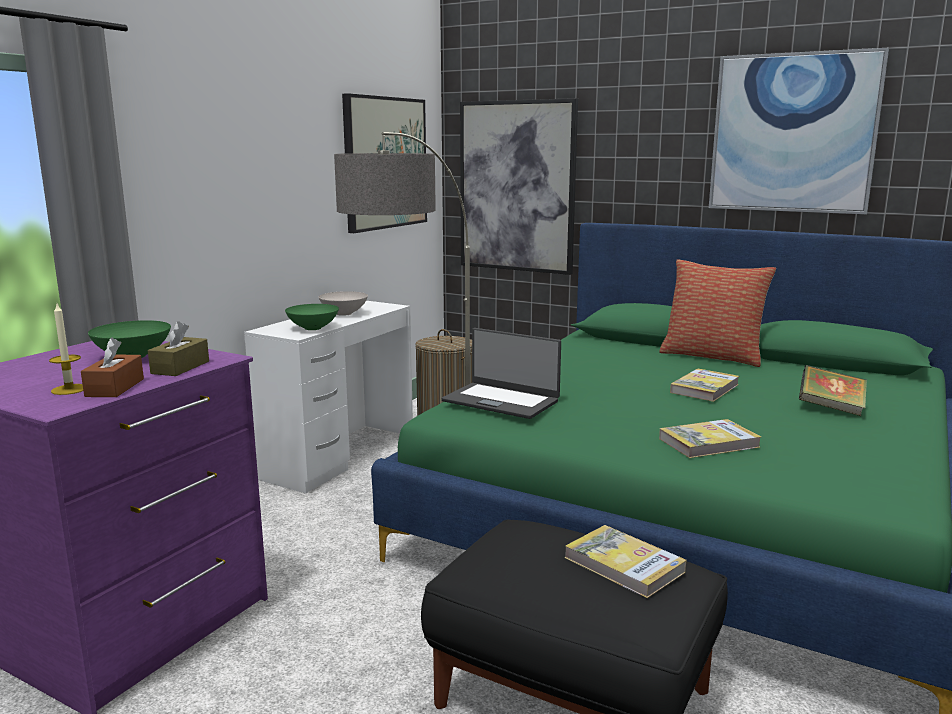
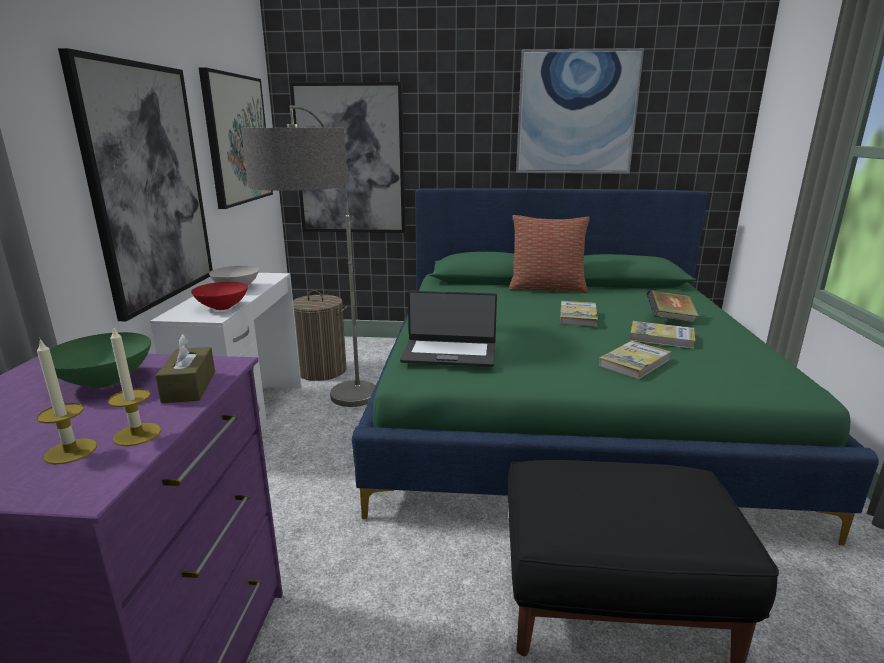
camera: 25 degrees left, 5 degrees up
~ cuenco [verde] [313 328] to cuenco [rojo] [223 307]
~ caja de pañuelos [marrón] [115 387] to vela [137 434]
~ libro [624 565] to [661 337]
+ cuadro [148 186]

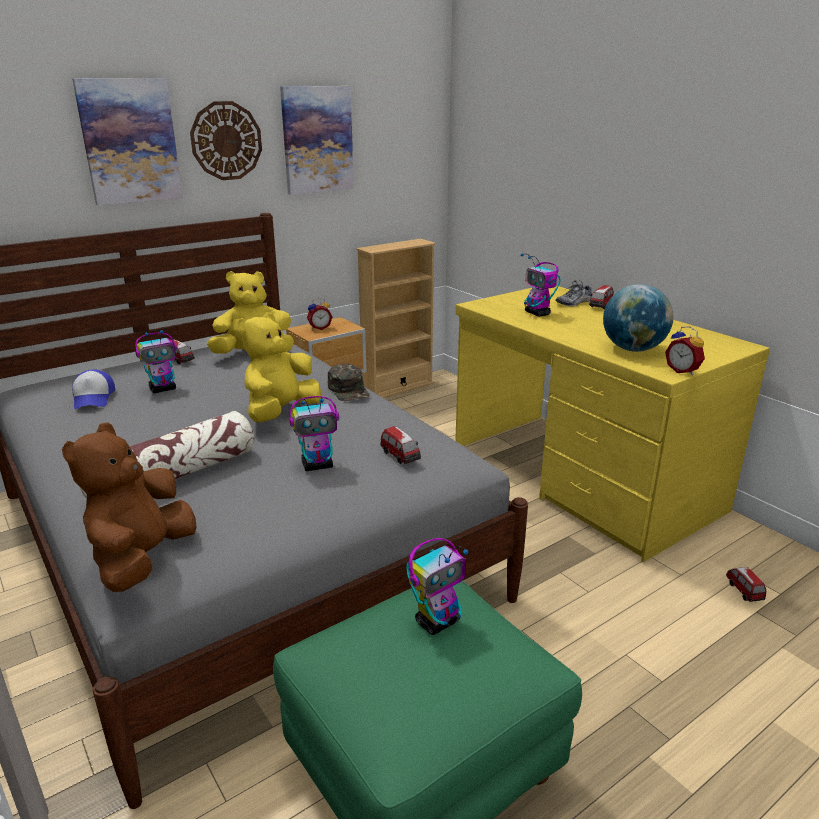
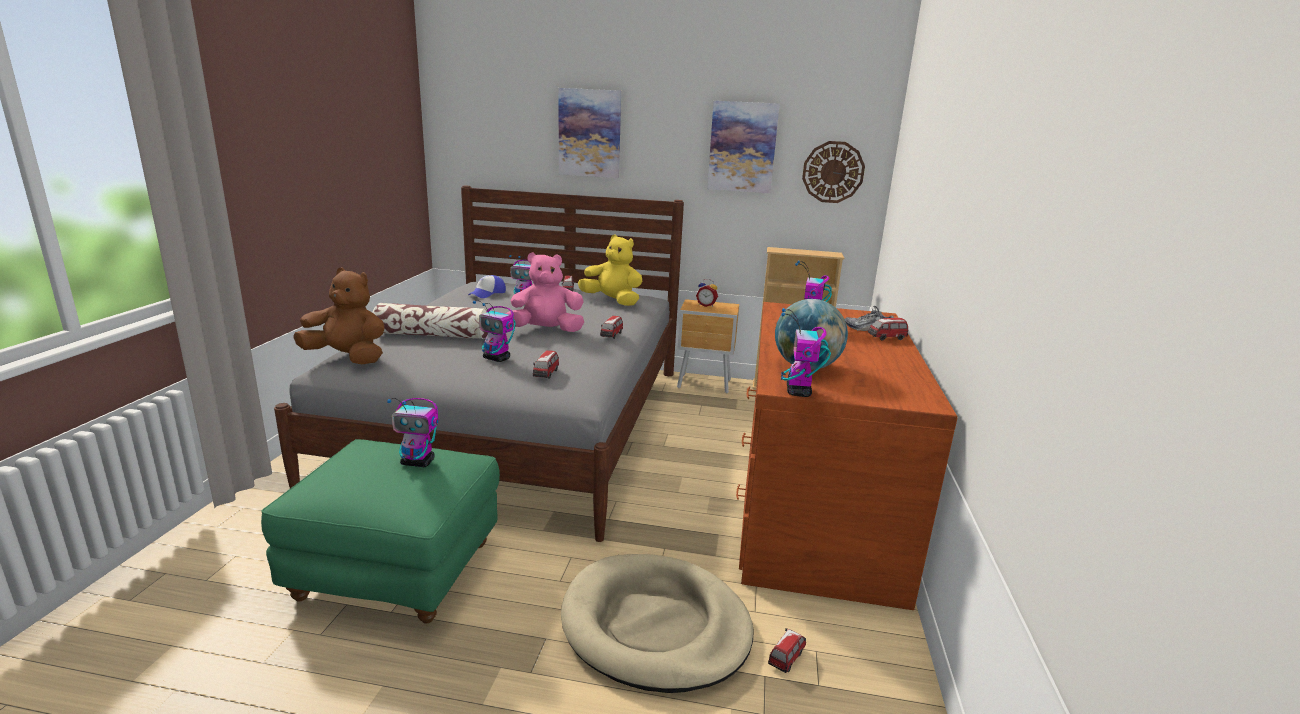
camera: 45 degrees right, 5 degrees down
~ reloj de pared [226 141] to [833 172]
~ escritorio [amarillo] [581 477] to escritorio [marrón] [814 509]
~ peluche [amarillo] [281 412] to peluche [rosa] [546 330]
~ despertador [683 371] to robot de juguete [798 392]
~ gorra [verde] [349 390] to coche de juguete [611 335]
~ peluche [marrón] [142 560] = [347 358] 45 degrees clockwise
+ cama para perro [beis] [655 626]

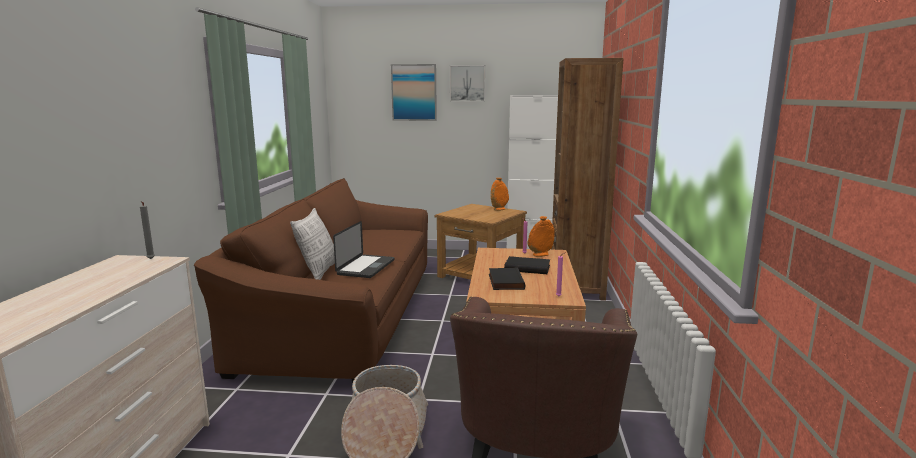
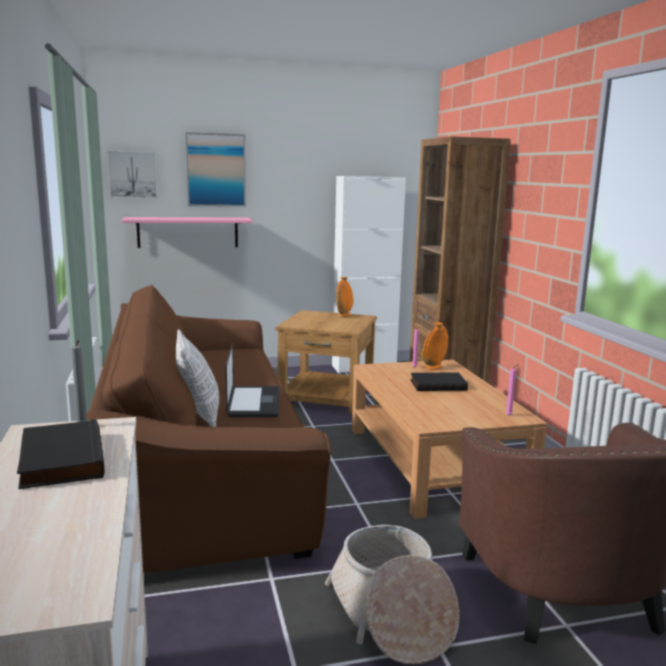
camera: 20 degrees left, 0 degrees up
~ cuadro [467 83] to [132 175]
~ libro [negro] [504 281] to [59 459]
+ estante [rosa] [188 232]

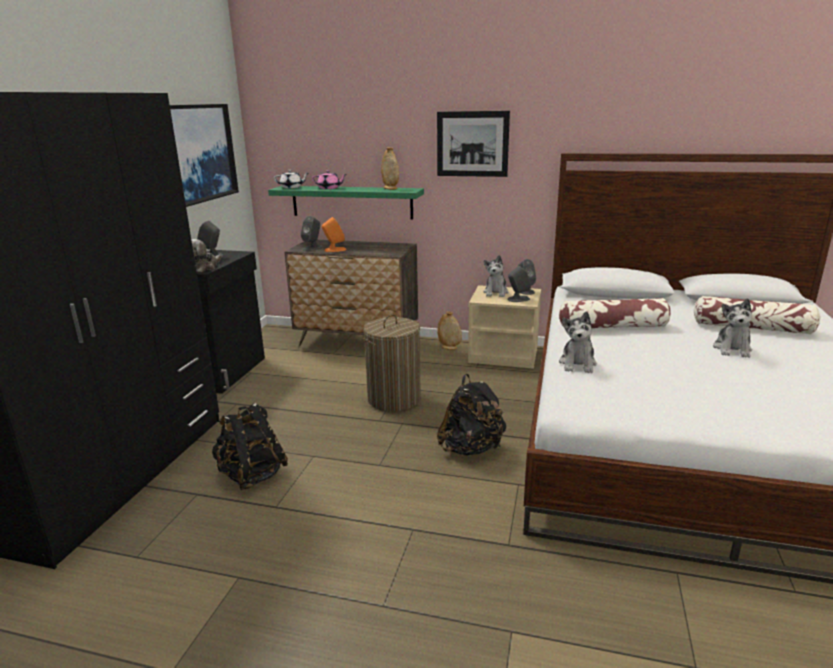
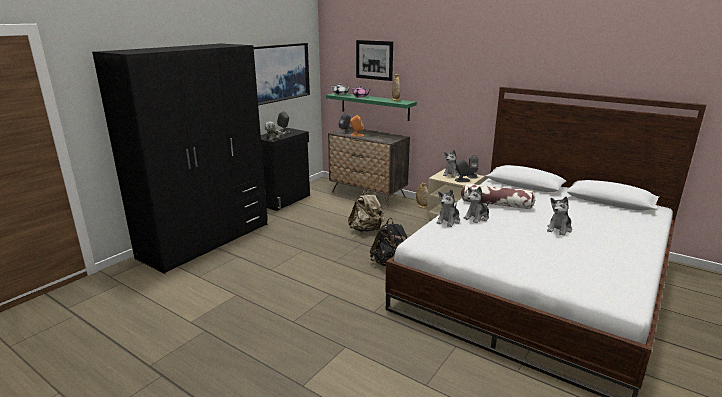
camera: 20 degrees right, 0 degrees up
~ cuadro [472 144] to [374 60]
- cojín [752 328]
~ cesto de la ropa [394 399] to mochila [beis] [366 230]
- mochila [negro] [252 475]
+ peluche [477 218]

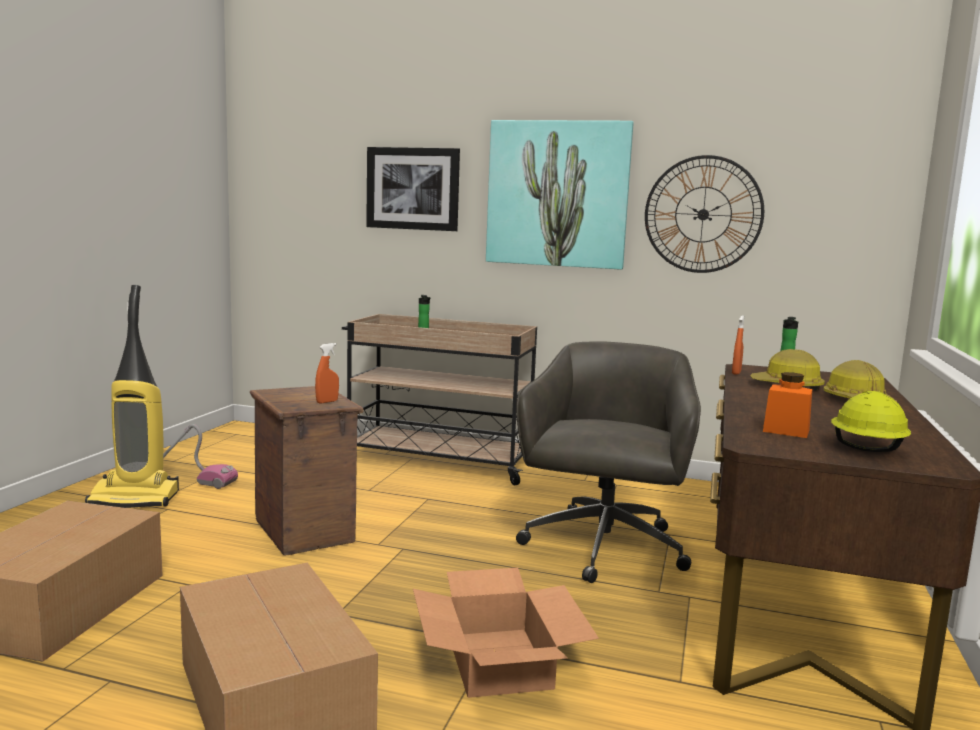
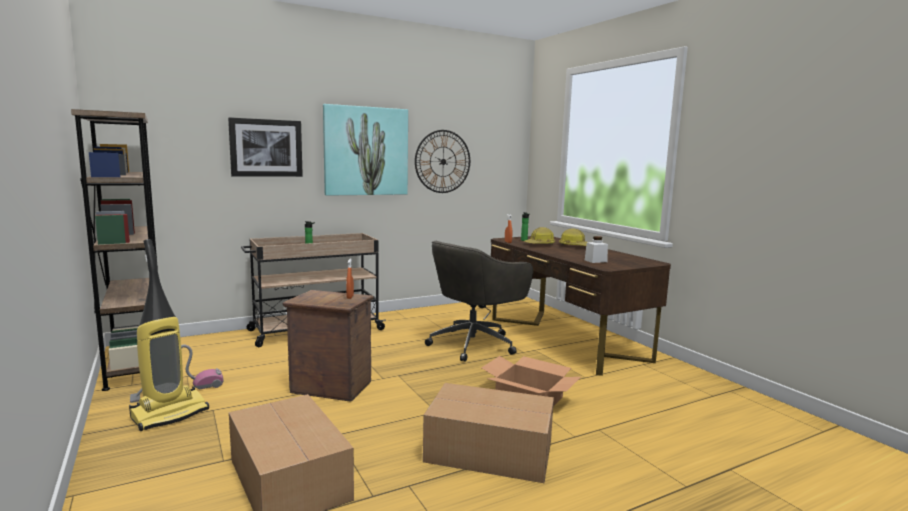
camera: 45 degrees left, 0 degrees up
~ silla de oficina [gris] [603 549] = [474 344] 105 degrees counterclockwise
~ tarro [naranja] [786 431] to tarro [blanco] [595 261]
- casco [amarillo] [866 449]
+ estantería [marrón] [136 364]

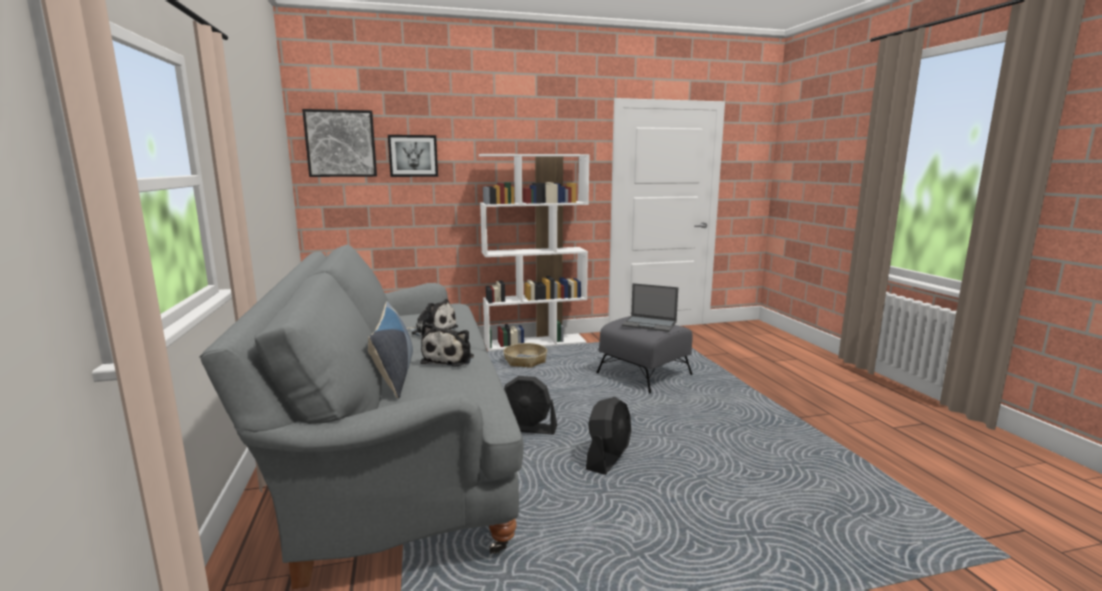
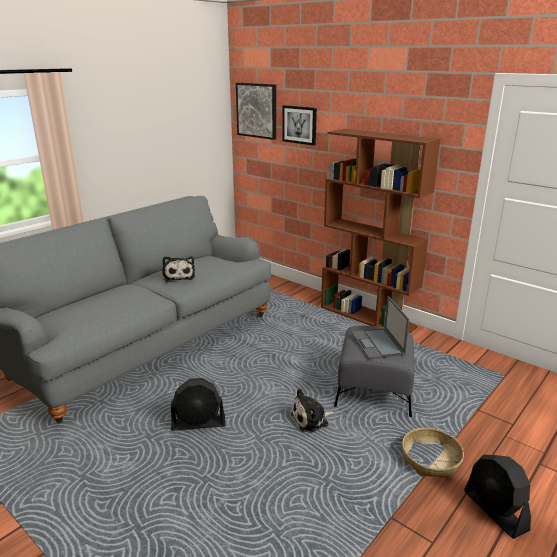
camera: 55 degrees right, 10 degrees up
~ estantería [blanco] [535 342] to estantería [marrón] [368 317]
- cojín [394 374]
~ peluche [450 359] to [312 419]
~ cesta [525 361] to [430 460]
~ ventilador [negro] [527 429] to [495 511]

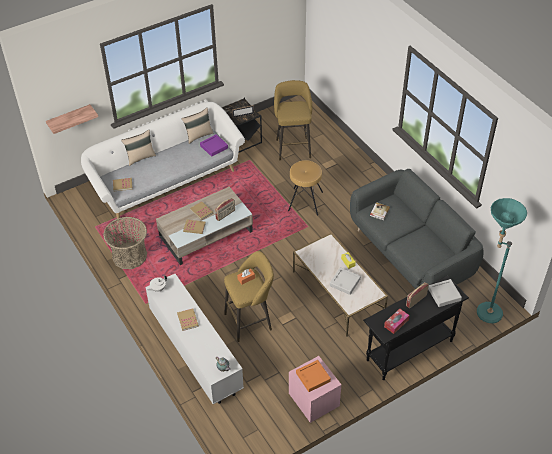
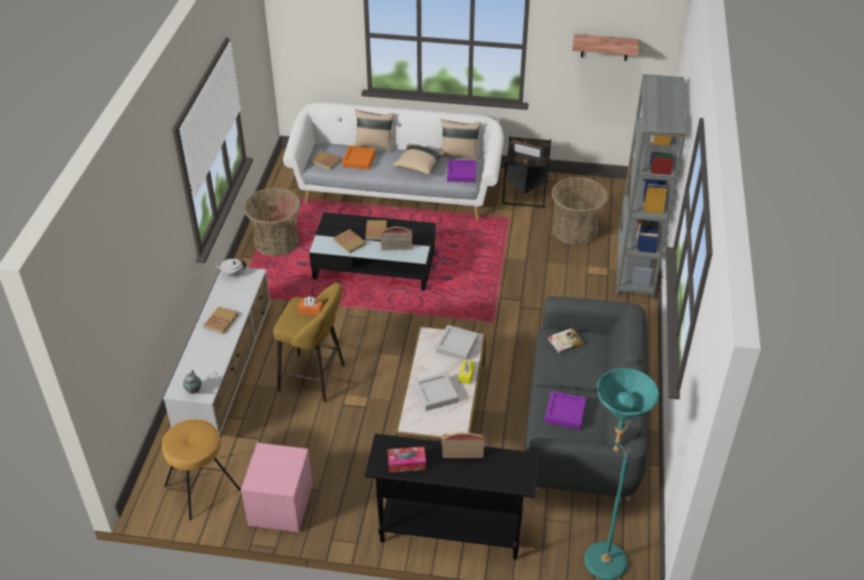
camera: 40 degrees right, 5 degrees down
~ taburete [amarillo] [293 147] to cesta [575 230]
~ estante [69 119] to [604 47]
~ taburete [marrón] [305 201] to [202 487]
~ mesa de centro [beis] [206 234] to mesa de centro [negro] [374 264]
~ bandeja [gris] [444 294] to [457 345]
~ bandeja [naranja] [313 377] to [359 160]
+ estantería [gris] [635 267]
+ cojín [beis] [418 166]
+ bandeja [morado] [565 412]

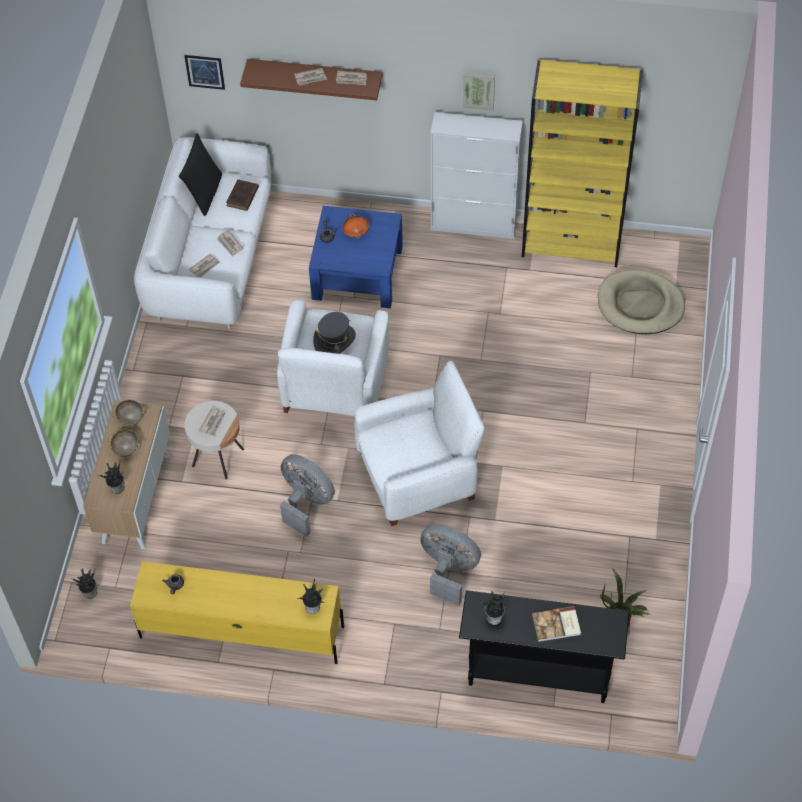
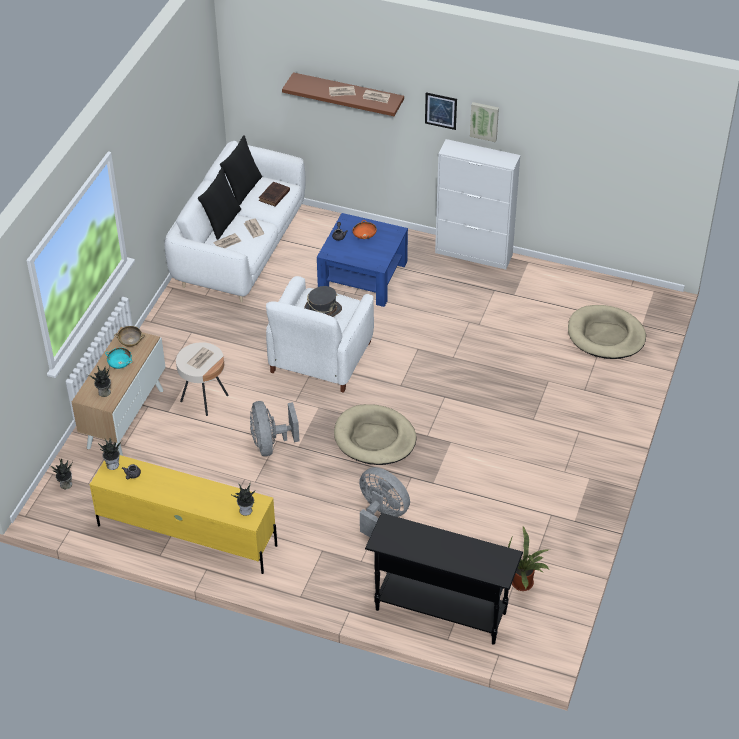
camera: 10 degrees right, 10 degrees down
~ cuadro [205 72] to [441 110]
- estantería [amarillo] [572 243]
~ sillón [blanco] [418 475] to cama para perro [beis] [374 438]
~ cuenco [beis] [126 448] to cuenco [turquesa] [120 364]
~ ventilador [gris] [306 502] = [270 444] 150 degrees counterclockwise
~ planta en maceta [494 617] to [113 464]
- libro [557 625]
+ cojín [negro] [222 222]

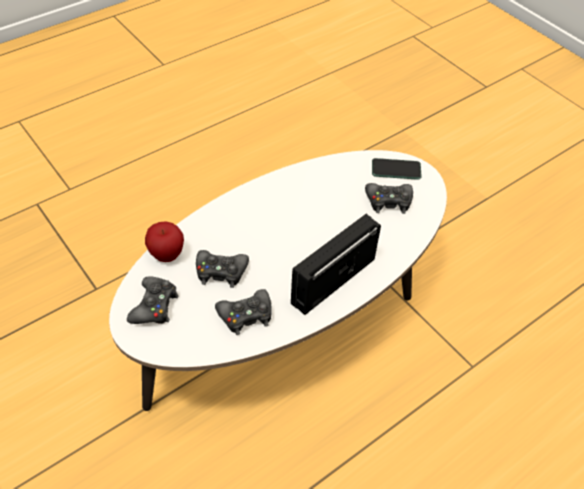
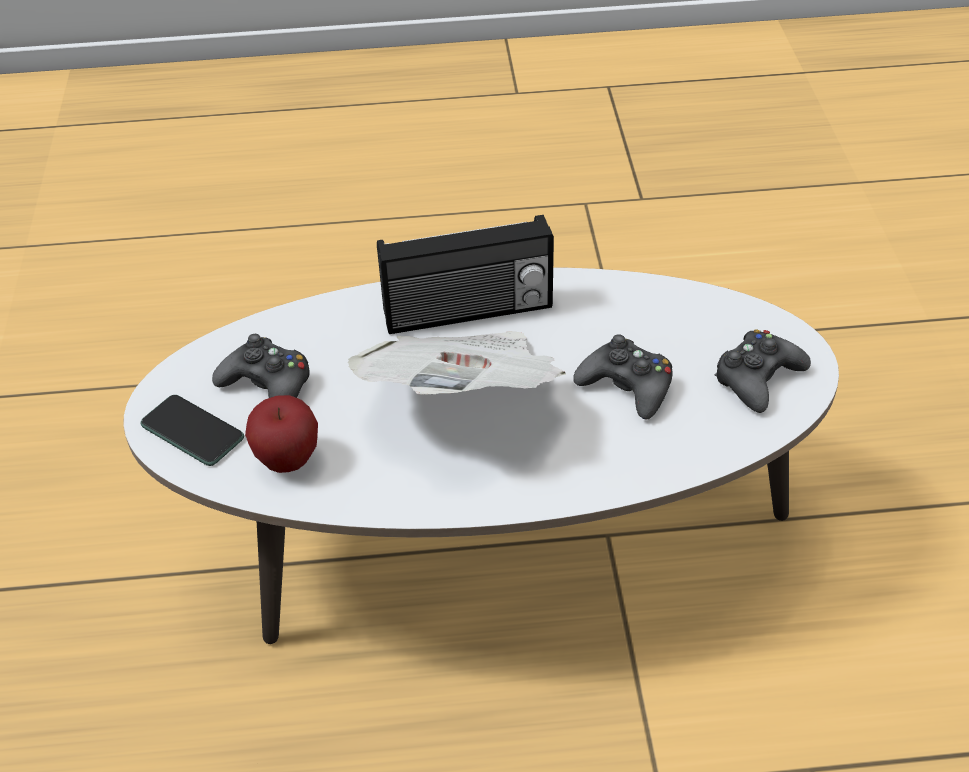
camera: 145 degrees left, 5 degrees down
~ manzana [167 255] to [288 460]
- mando de consola [negro] [246 315]
+ periódico [464 400]

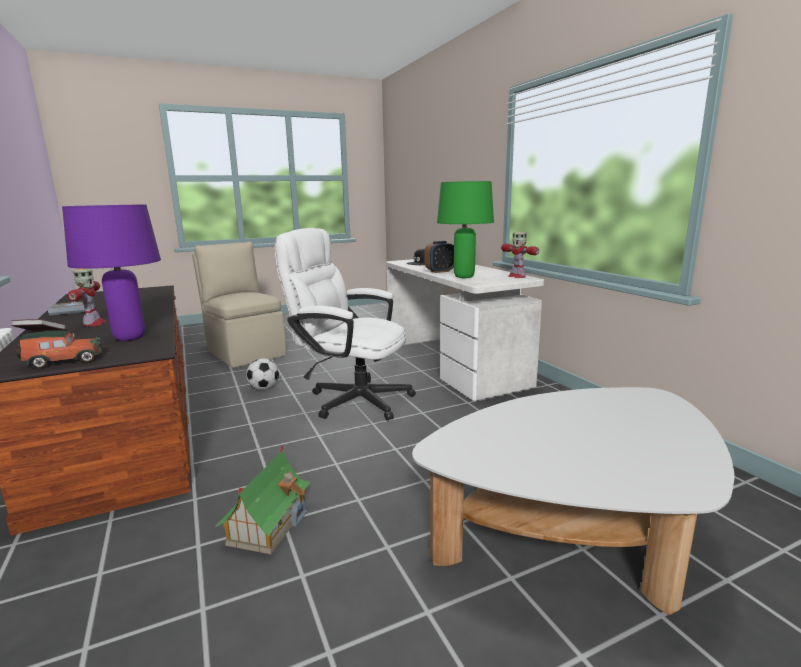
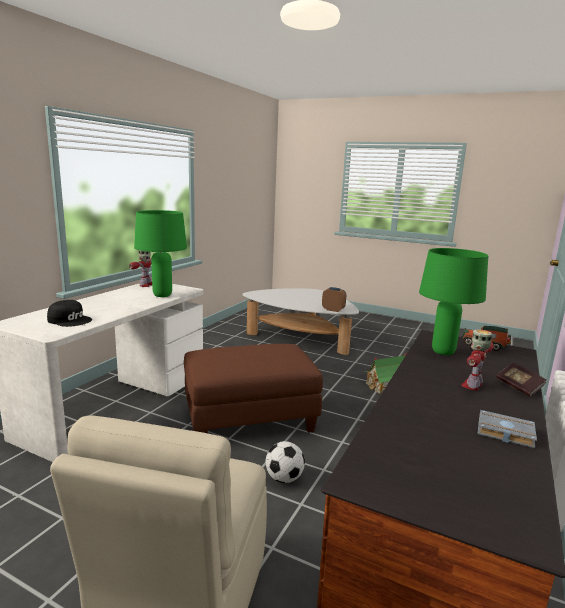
camera: 130 degrees left, 0 degrees up
~ lámpara de mesa [morado] [130 337] to lámpara de mesa [verde] [443 352]
~ silla de oficina [blanco] [351 399] to puf [marrón] [249 419]
~ despertador [440 271] to [333 310]

